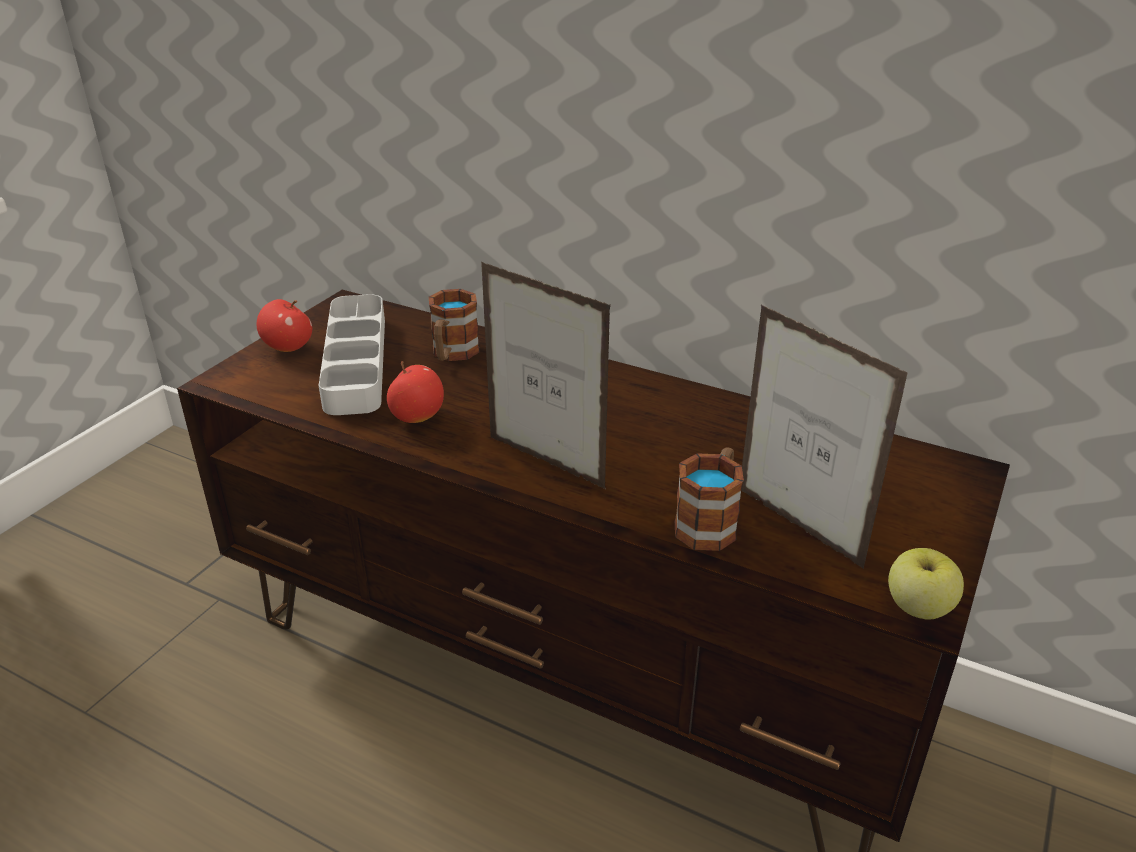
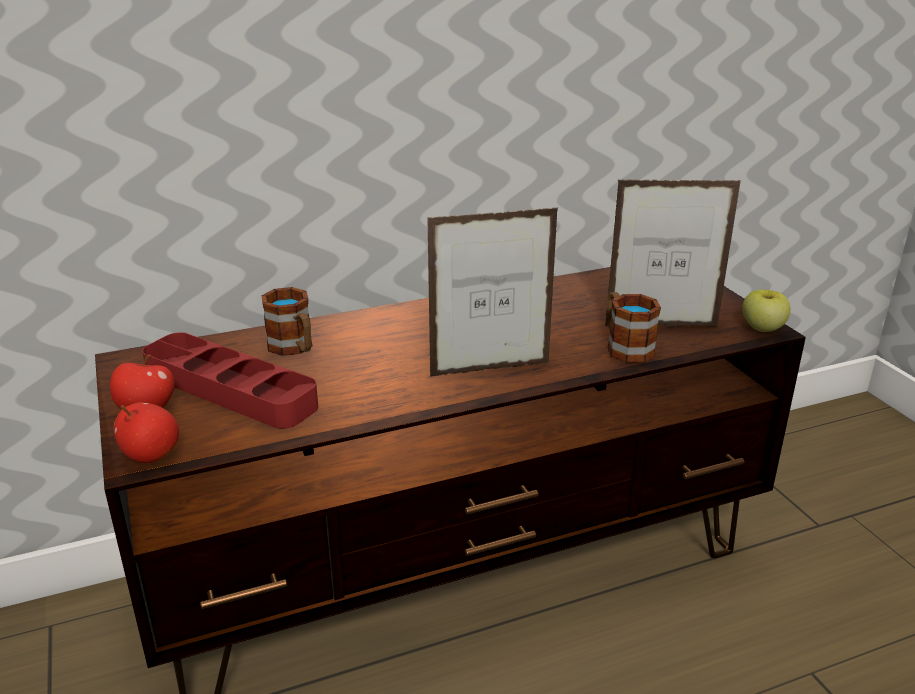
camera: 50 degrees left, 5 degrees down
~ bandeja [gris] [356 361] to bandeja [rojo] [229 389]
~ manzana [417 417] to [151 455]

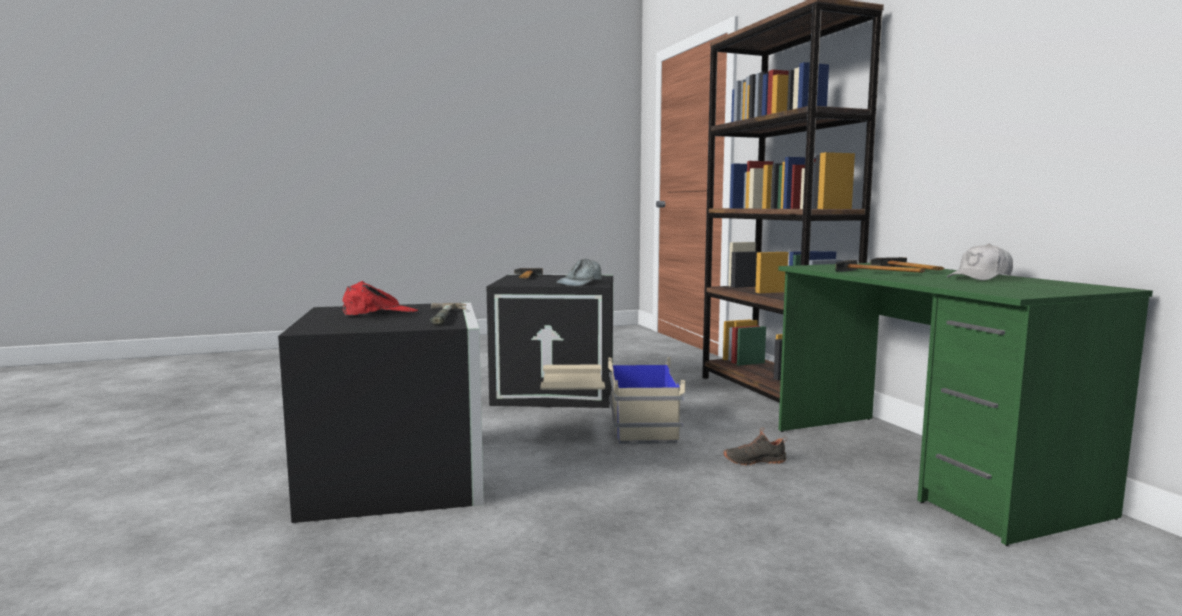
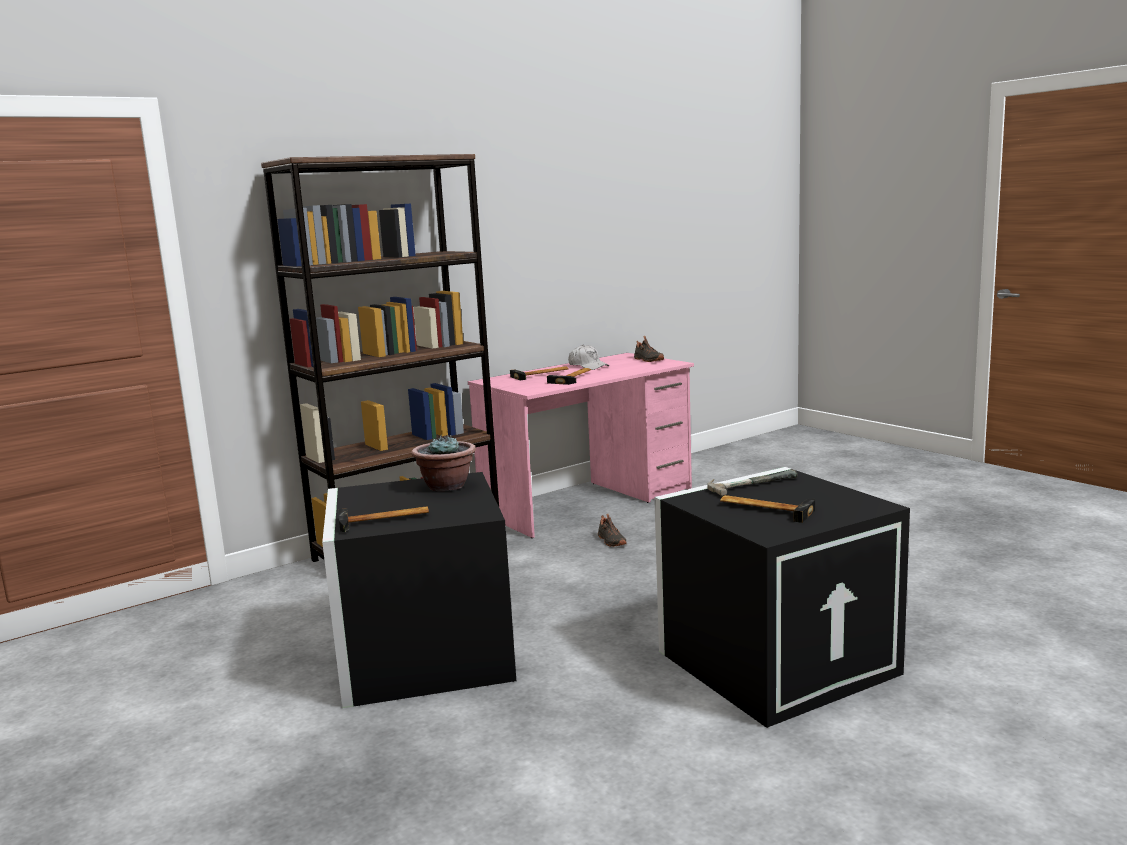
camera: 105 degrees left, 5 degrees up
~ gorra [gris] [580 283] to planta en maceta [446 486]
~ escritorio [verde] [921 468] to escritorio [rosa] [588 502]
~ gorra [rojo] [380 313] to martillo [766 508]
- caja de almacenaje [beis] [609 428]
+ zapato [negro] [647 360]

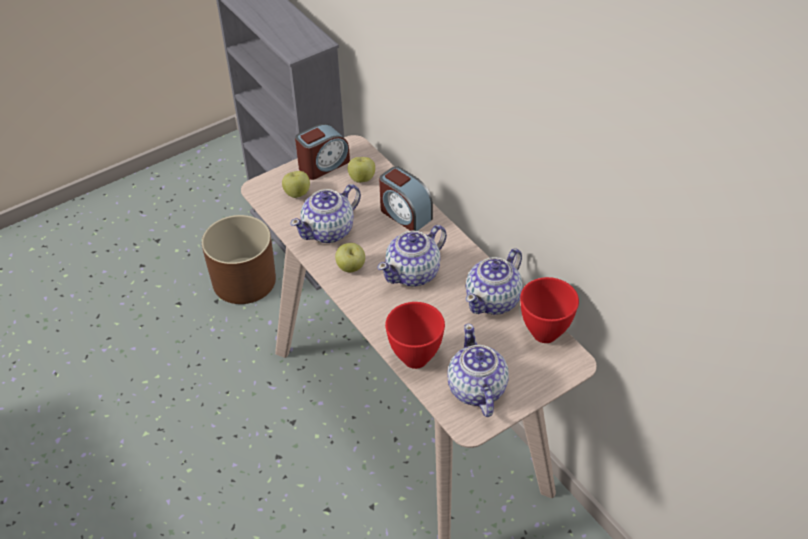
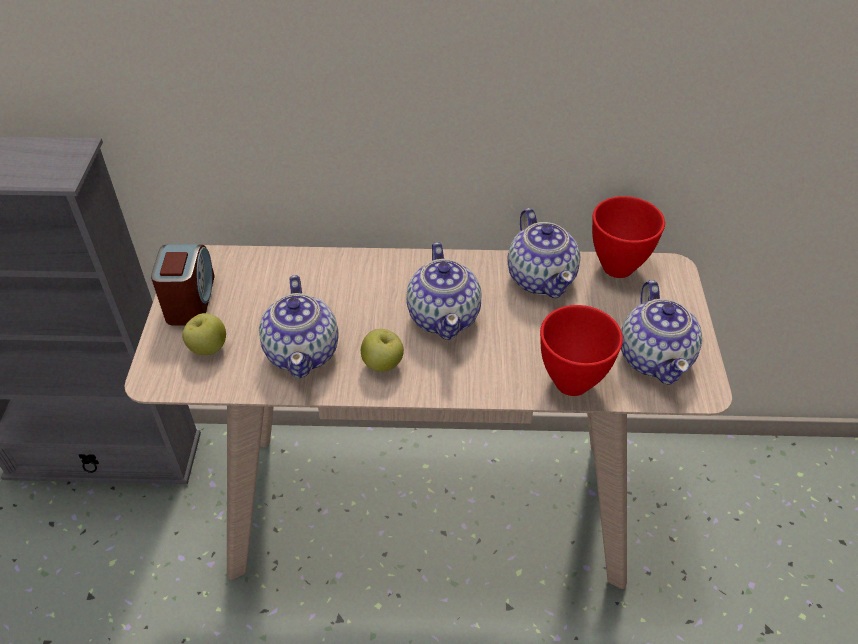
camera: 55 degrees left, 0 degrees up
- manzana [362 179]
- despertador [404 214]
- maceta [marrón] [244 280]
~ tetera [476 390] = [655 357] 120 degrees counterclockwise

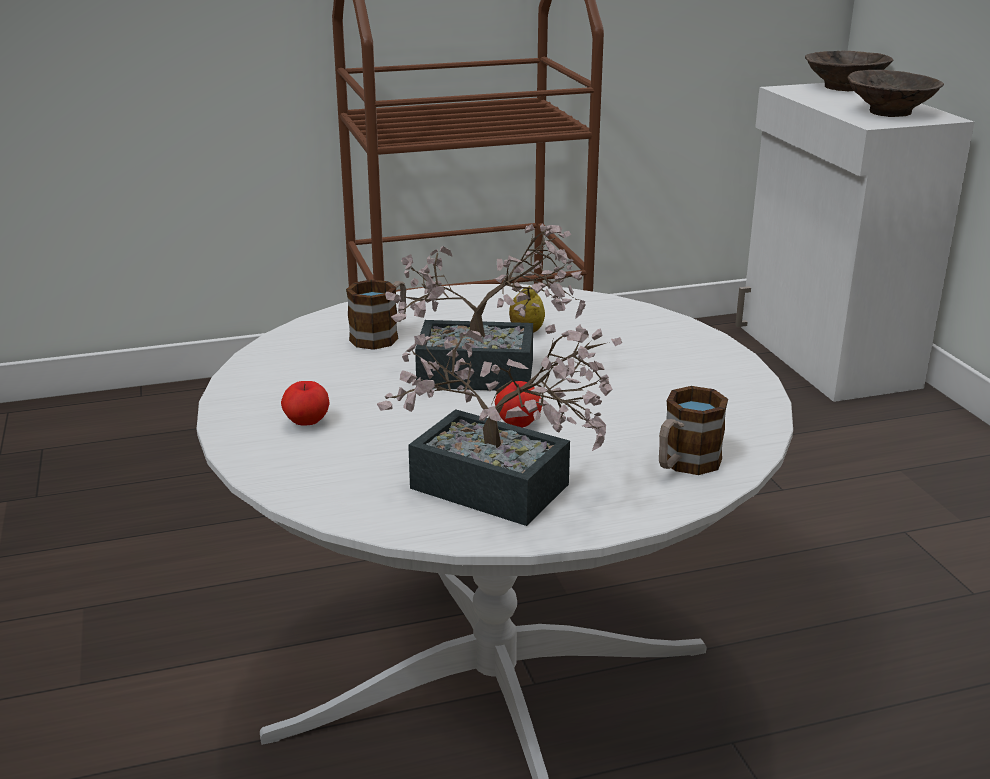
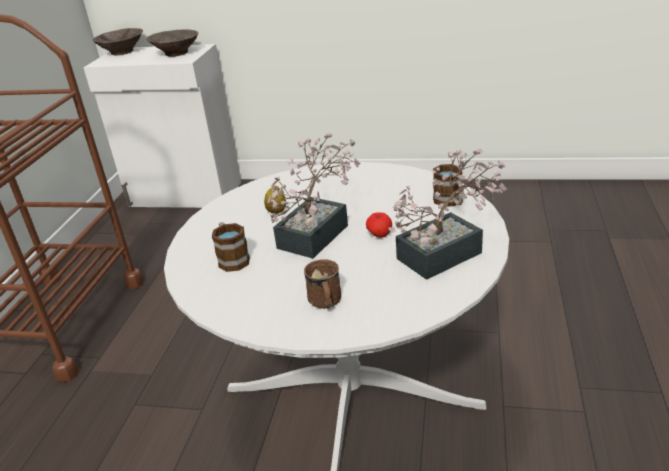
camera: 60 degrees left, 5 degrees up
~ manzana [306 422] to taza grande [marrón] [325 303]

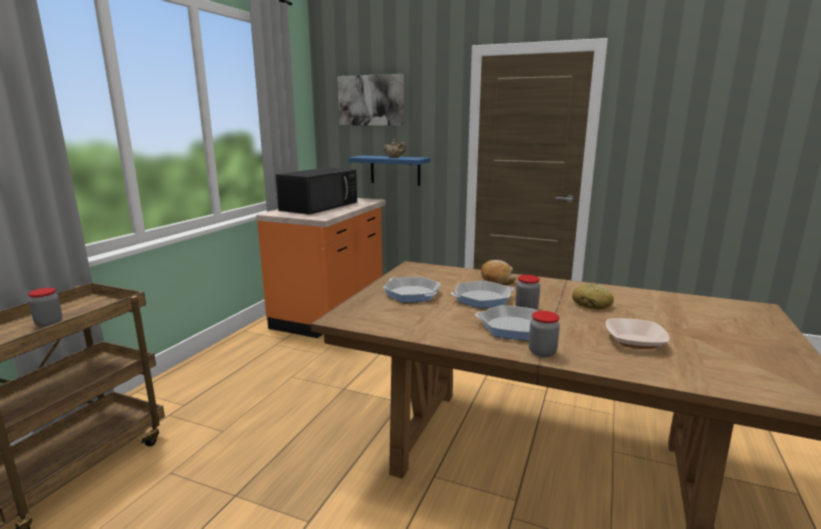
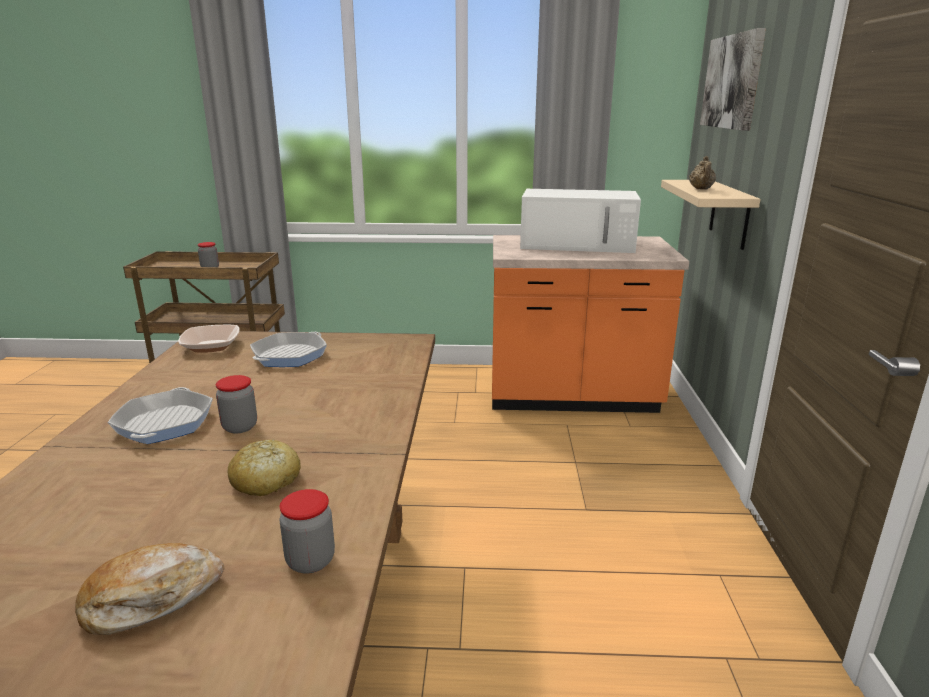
camera: 70 degrees right, 5 degrees up
~ estante [azul] [395 170] to estante [beis] [729 214]
~ microondas [negro] [320 206] to microondas [blanco] [579 244]
~ pan [496 279] to [151 598]
- sartén [482 299]
~ tarro [542 352] to [310 561]
~ cuenco [634 341] to [211 346]

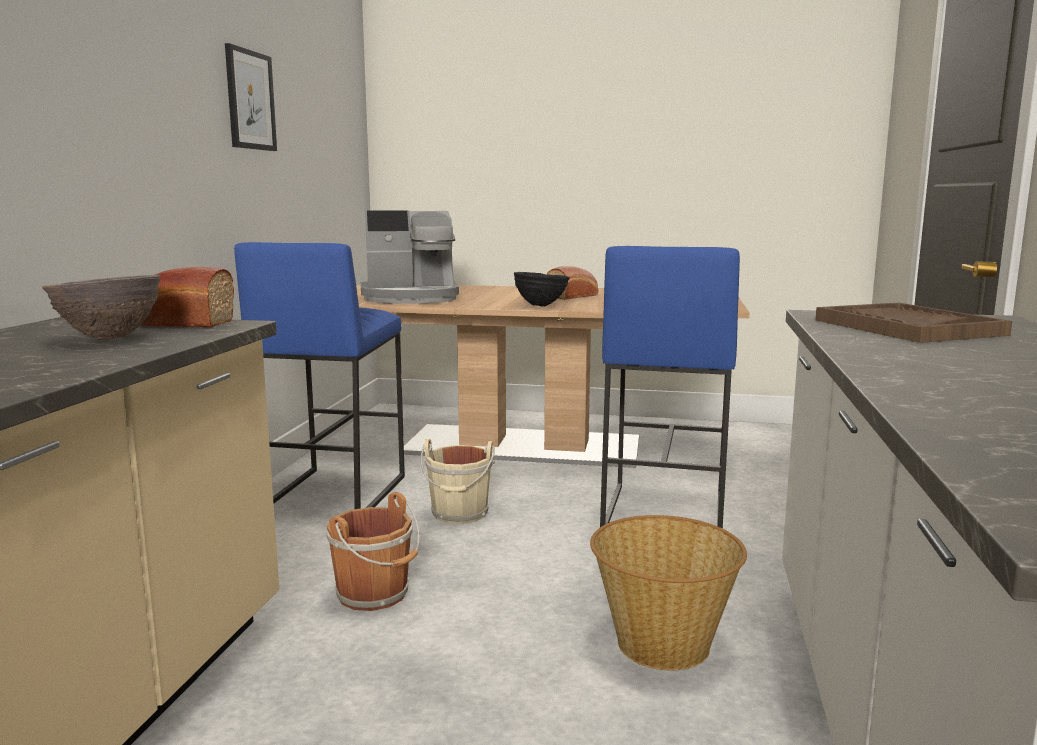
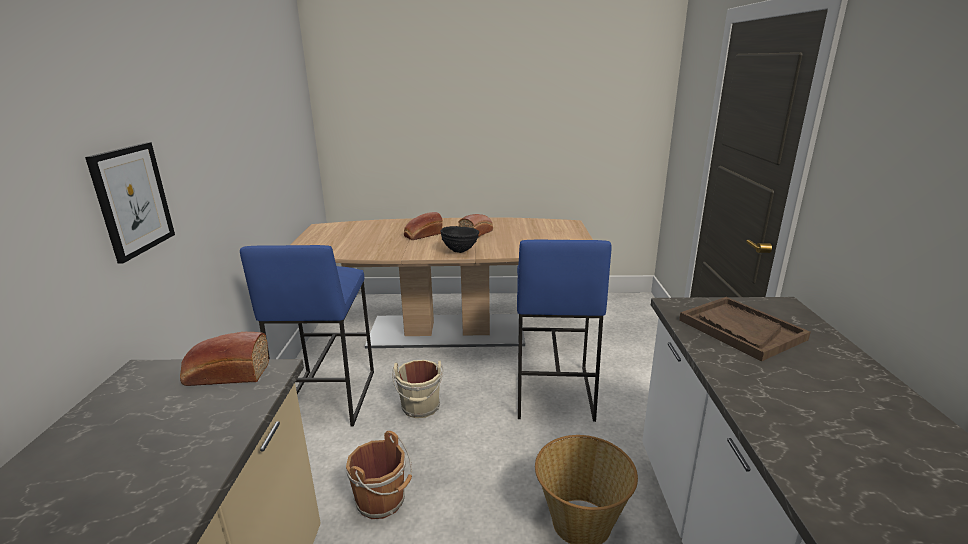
camera: 10 degrees left, 10 degrees up
~ cuadro [250 100] to [132 200]
- cafetera [411 298]
- cuenco [marrón] [109 339]
+ pan [422 235]

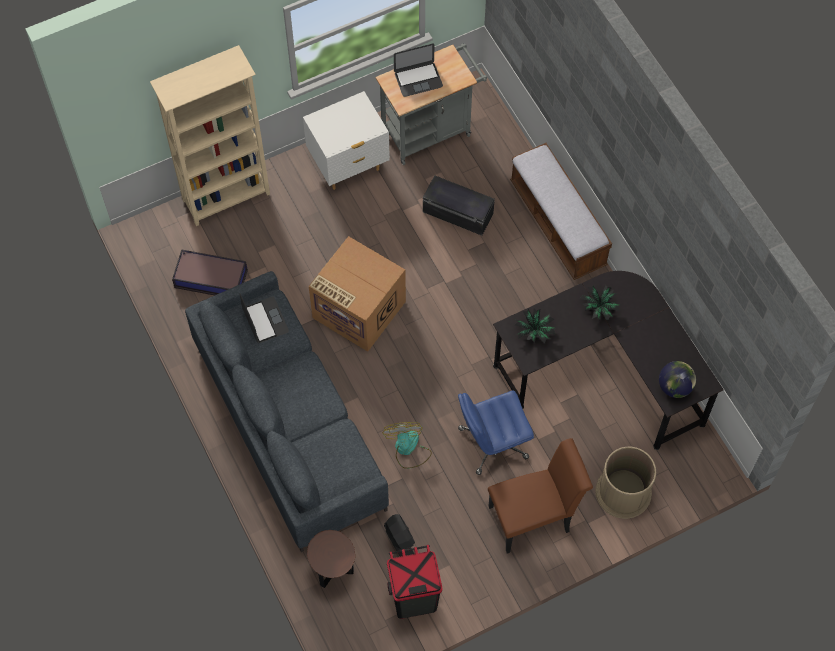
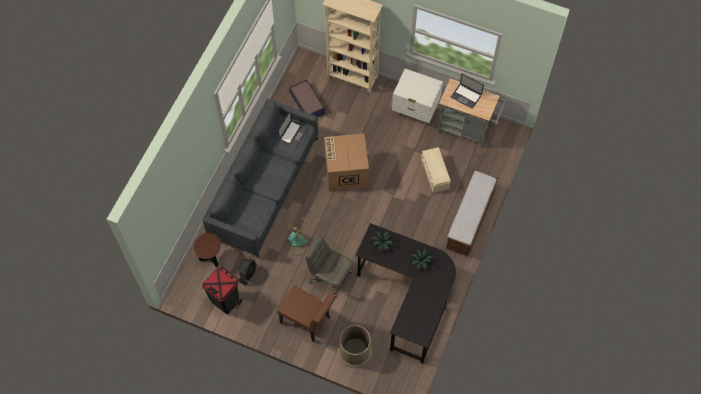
camera: 50 degrees right, 0 degrees up
~ caja de almacenaje [negro] [457 213] to caja de almacenaje [beis] [434 174]
- globo terráqueo [675 387]
~ silla de oficina [azul] [492 443] to silla de oficina [gris] [329 276]

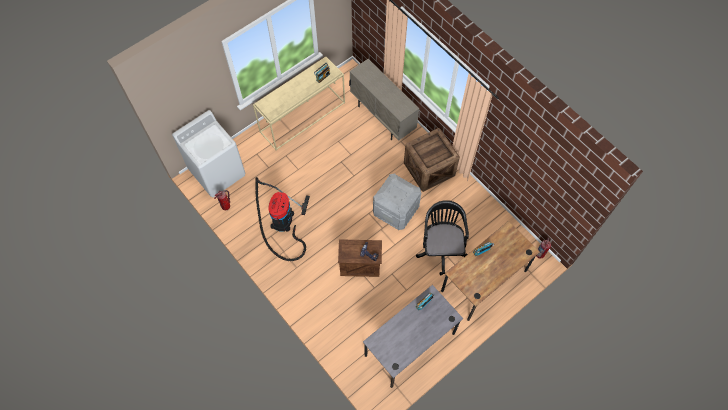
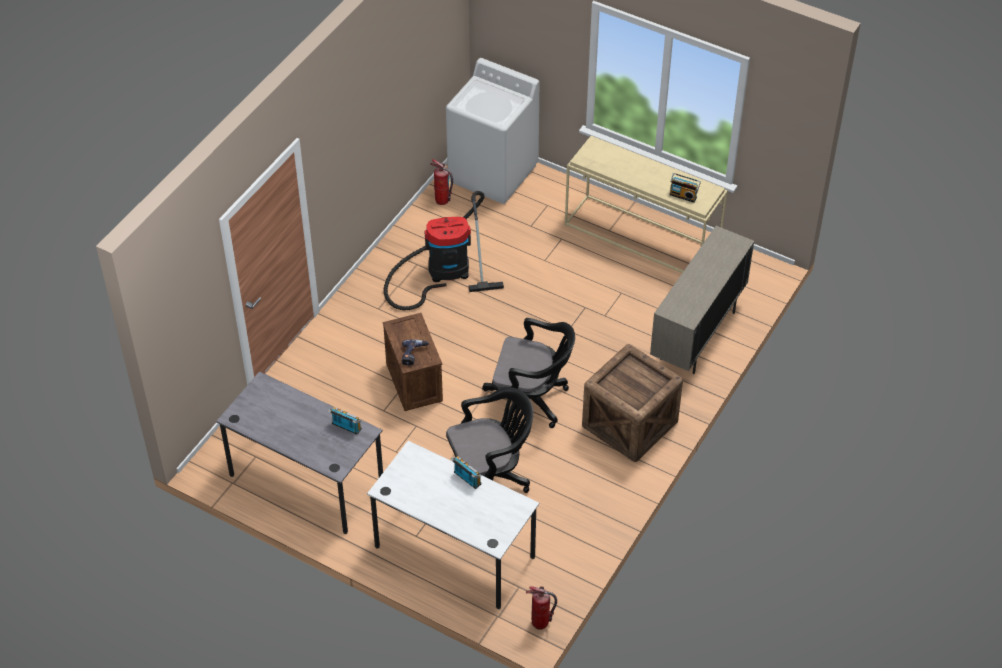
camera: 70 degrees right, 15 degrees down
~ caja de almacenaje [gris] [396 210] to silla de oficina [negro] [531 401]
~ escritorio [marrón] [484 281] to escritorio [blanco] [454 551]

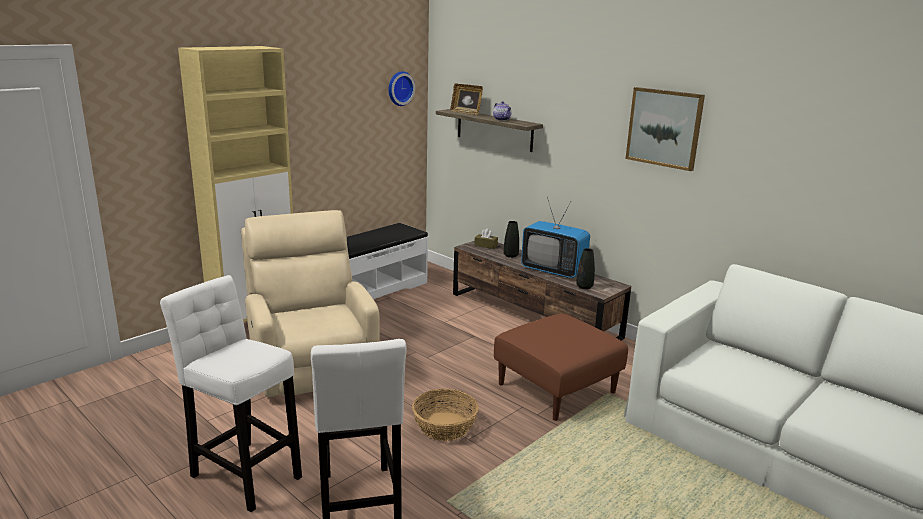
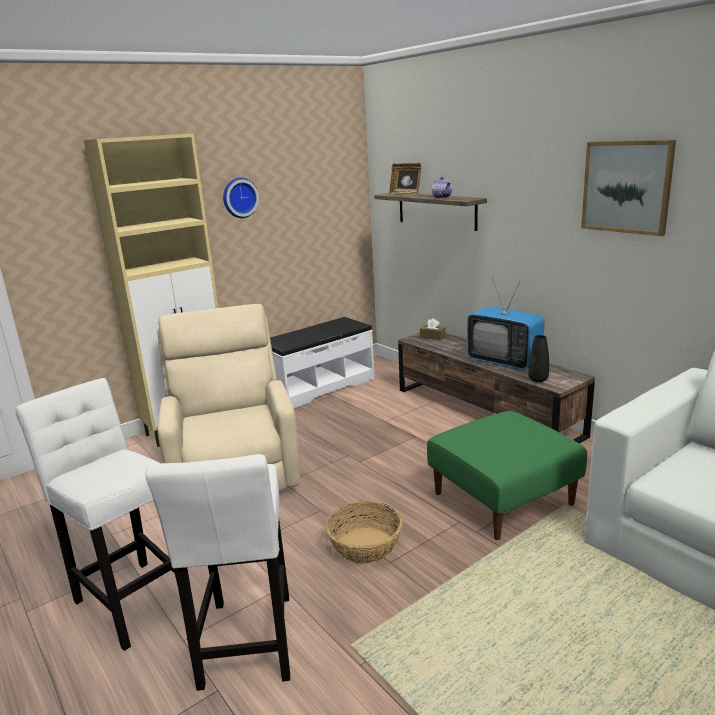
camera: 10 degrees right, 0 degrees up
~ reloj de pared [399 88] to [239 197]
- florero [negro] [510 256]
~ puf [marrón] [556 387] to puf [verde] [503 498]

